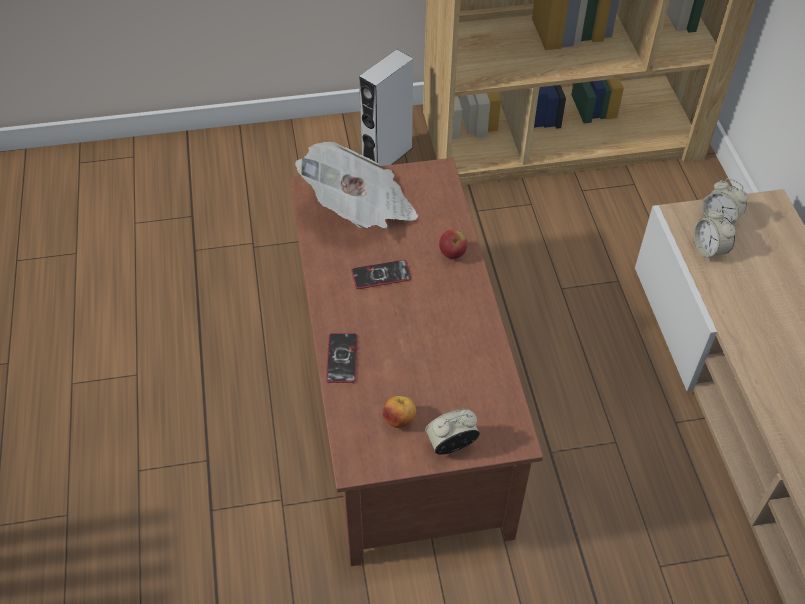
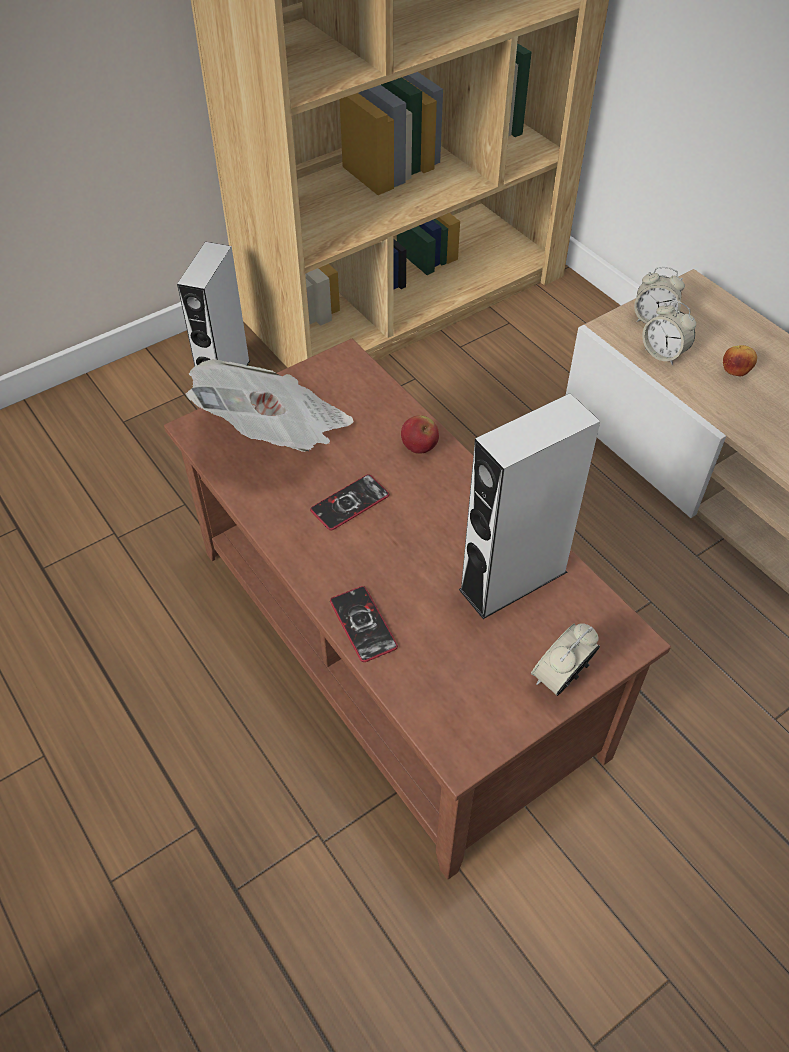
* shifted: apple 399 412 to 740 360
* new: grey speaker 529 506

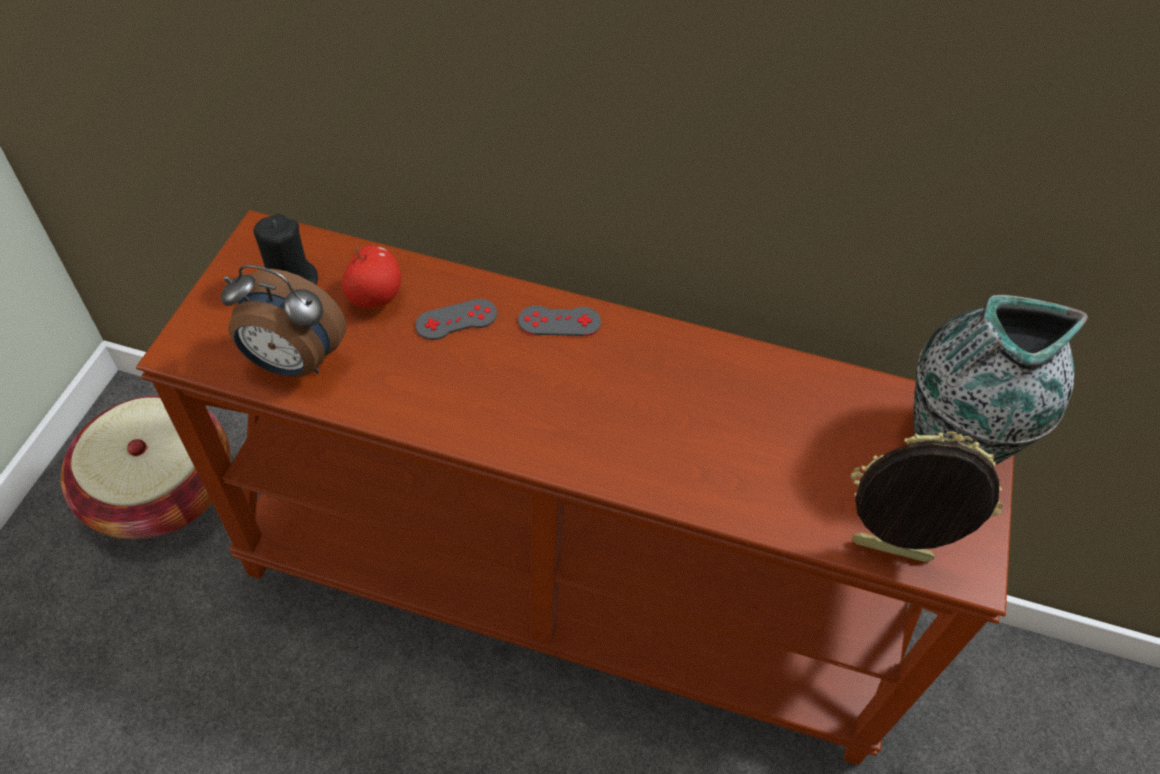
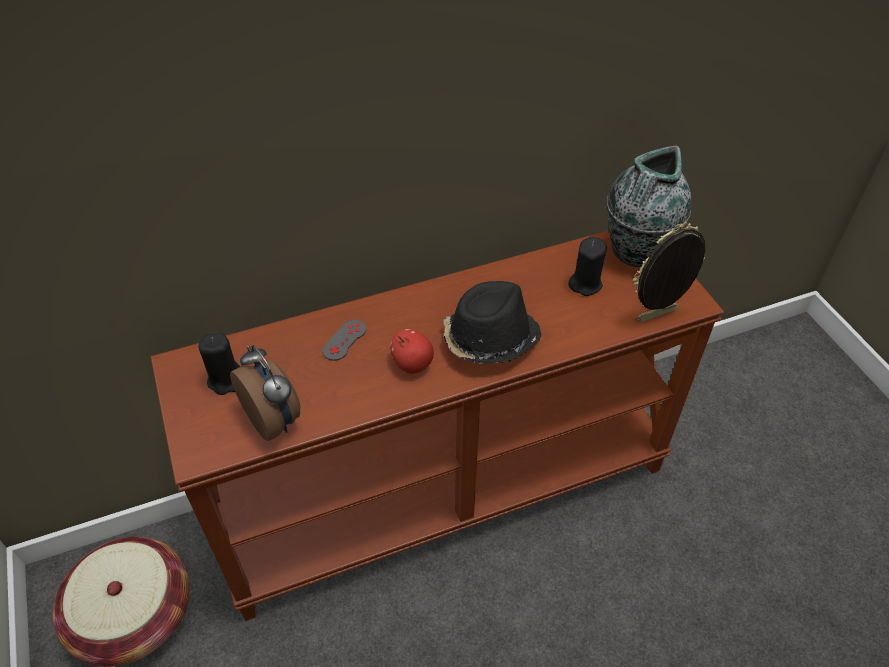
* rotated: alarm clock 283 320 = 265 393 105 degrees counterclockwise
* shifted: apple 371 277 to 412 351
* gone: grey game controller 559 321
* new: black hat 492 322
* new: black candle 587 266

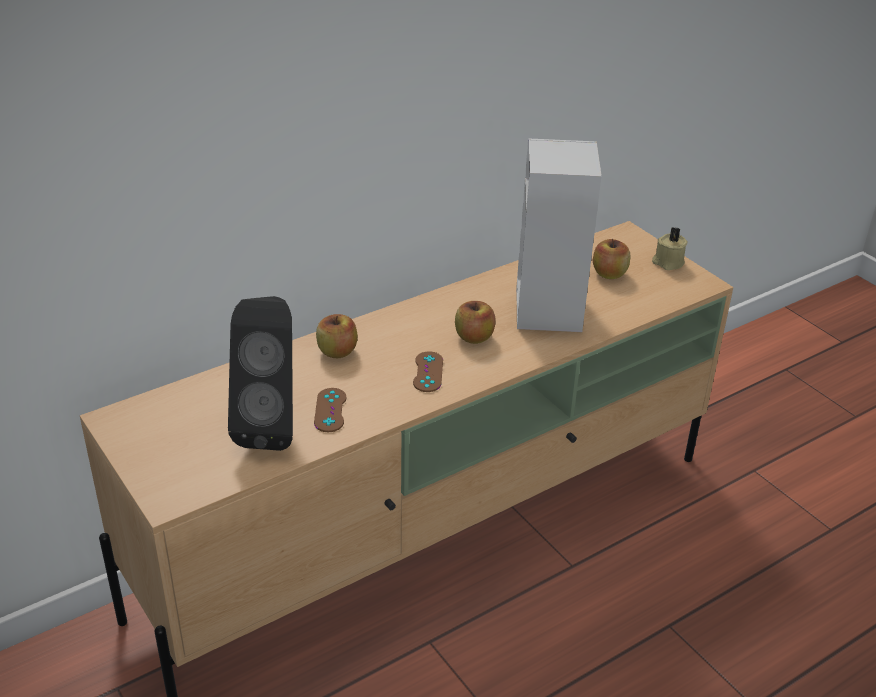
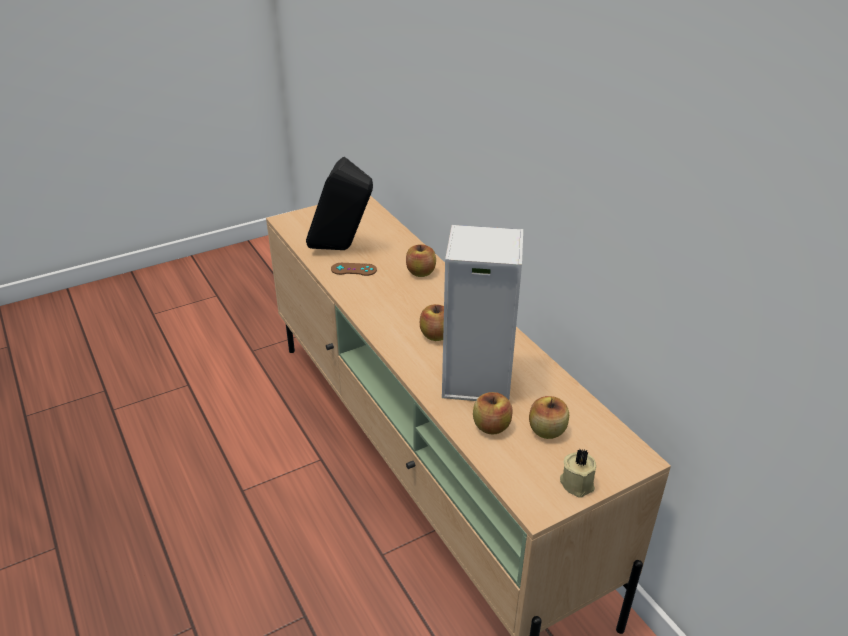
* gone: brown game controller 428 371
* new: apple 493 413

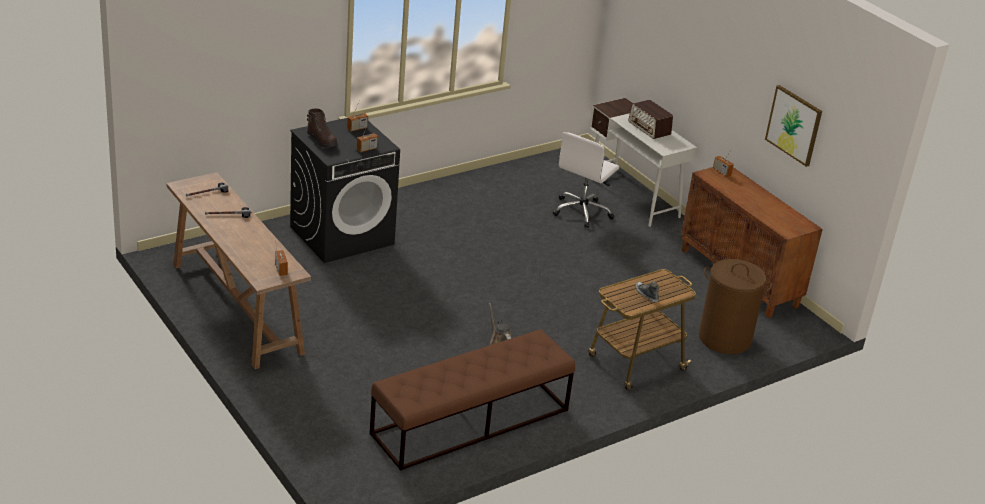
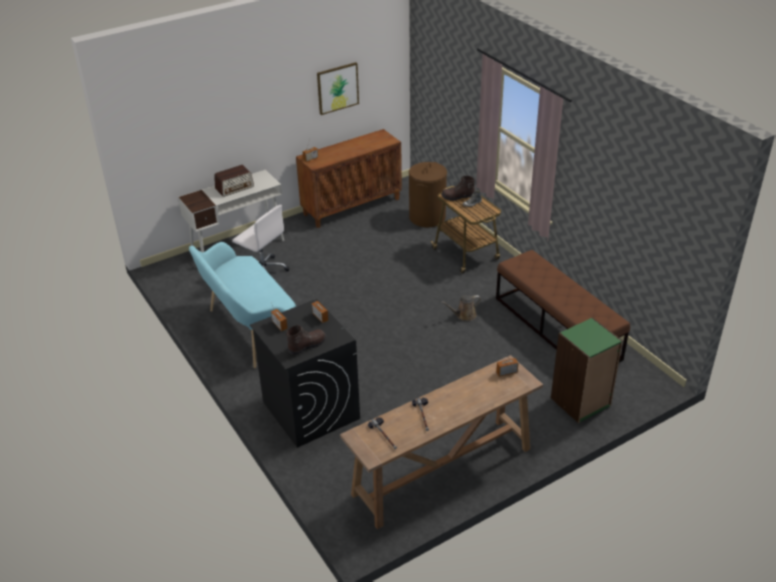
* new: turquoise bench 242 305
* new: brown boot 458 188
* new: green bookcase 587 370

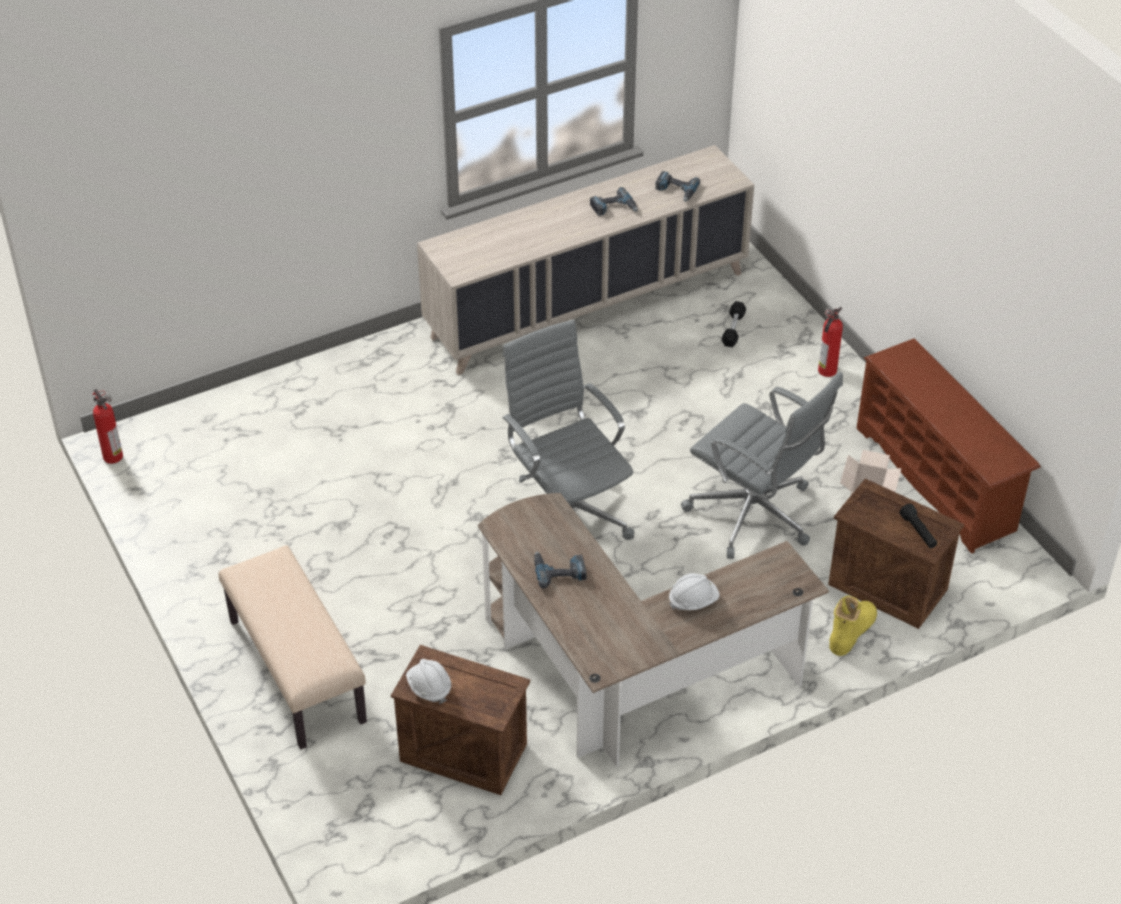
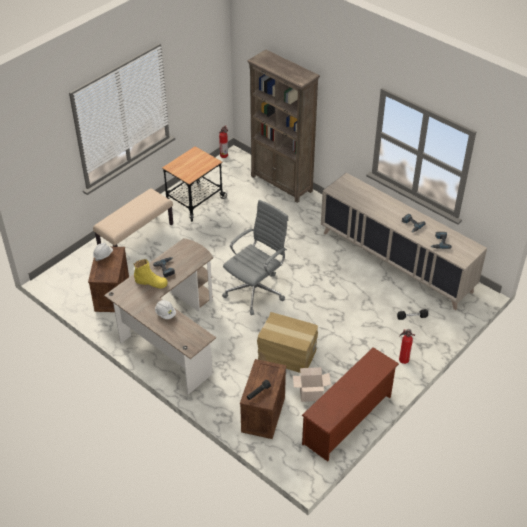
* swapped: grey office chair 762 465 to cardboard box 287 342
* shifted: yellow boot 853 625 to 150 274
* new: cart 194 184
* new: brown bookcase 283 126

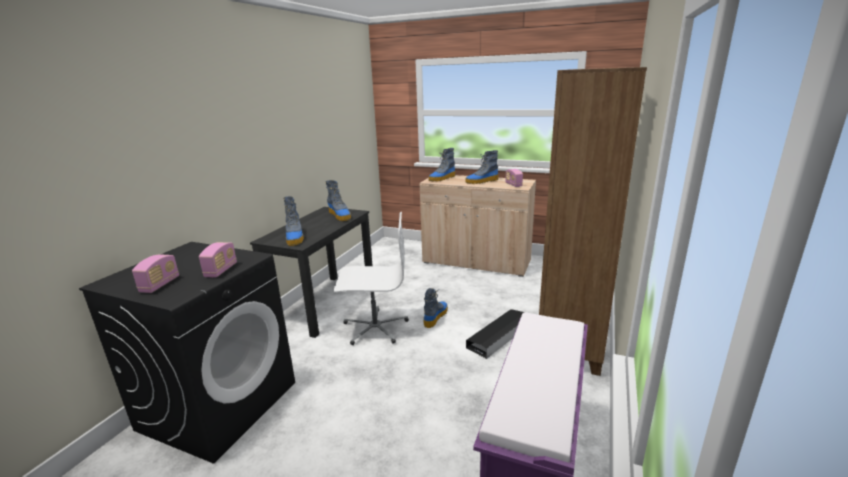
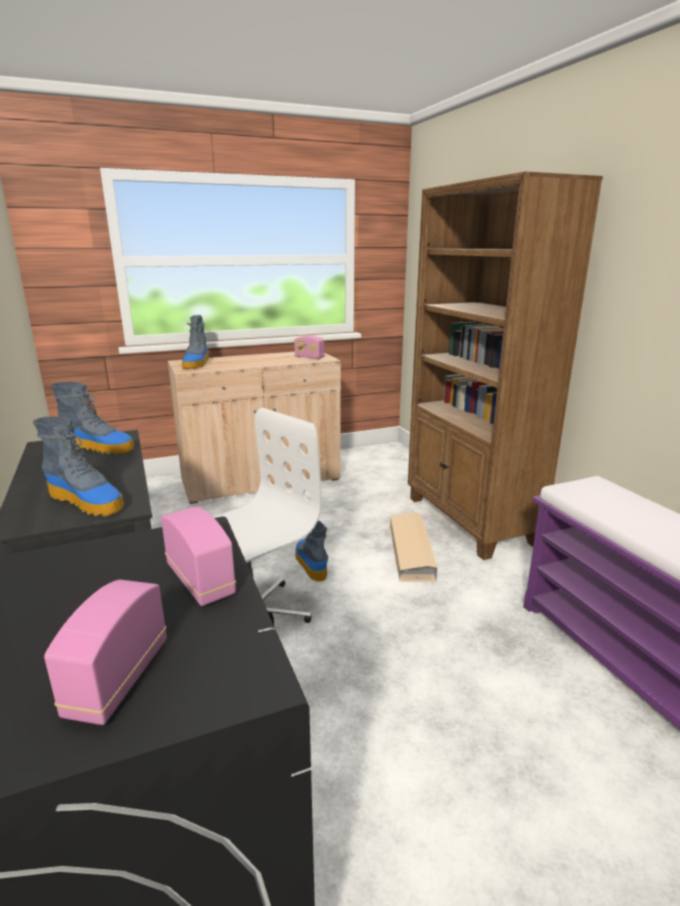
* rotated: radio 155 273 = 105 652 135 degrees counterclockwise
* gone: boot 482 167
* repainted: black storage box 495 334 to beige storage box 413 547

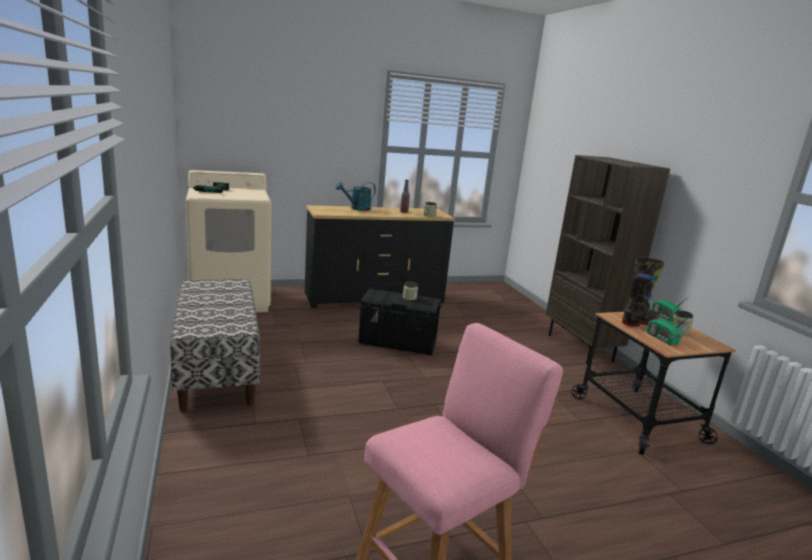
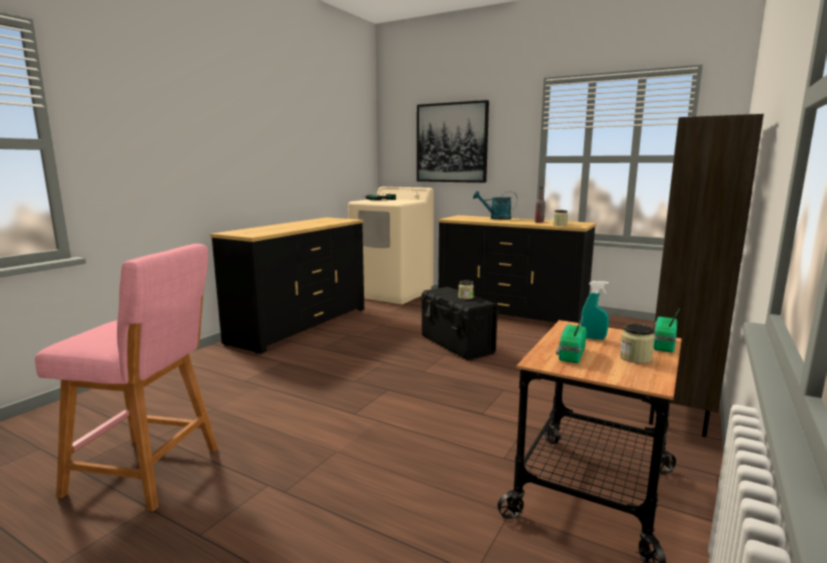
* swapped: bench 215 345 to black dresser 287 285
* swapped: black boot 643 292 to turquoise spray bottle 594 310
* new: picture 453 141

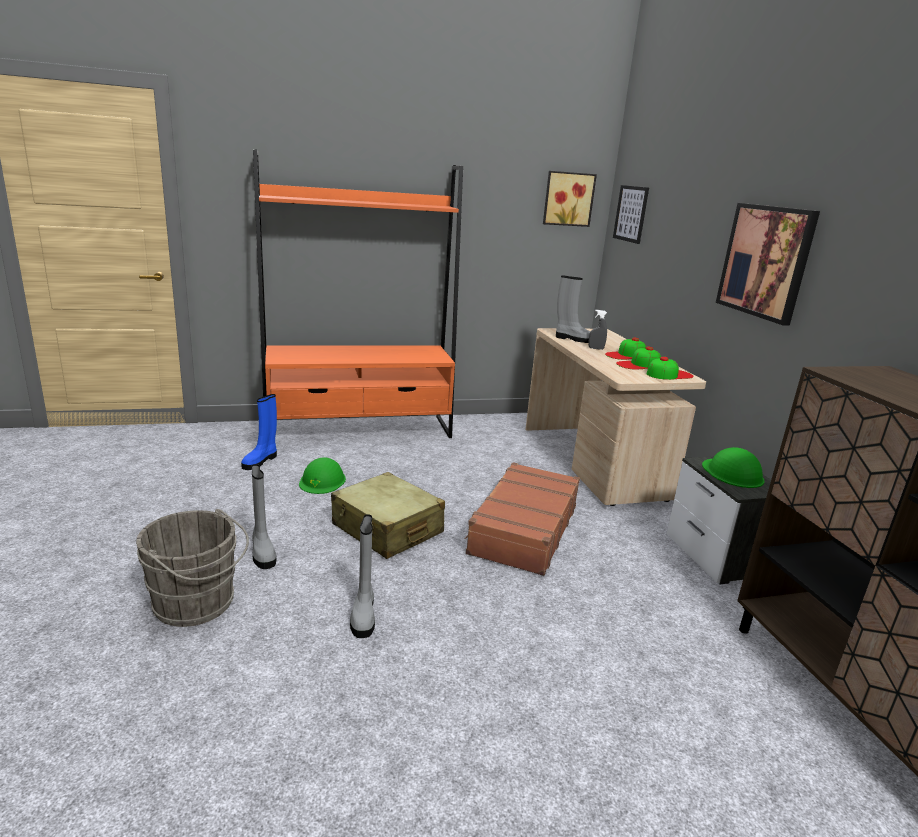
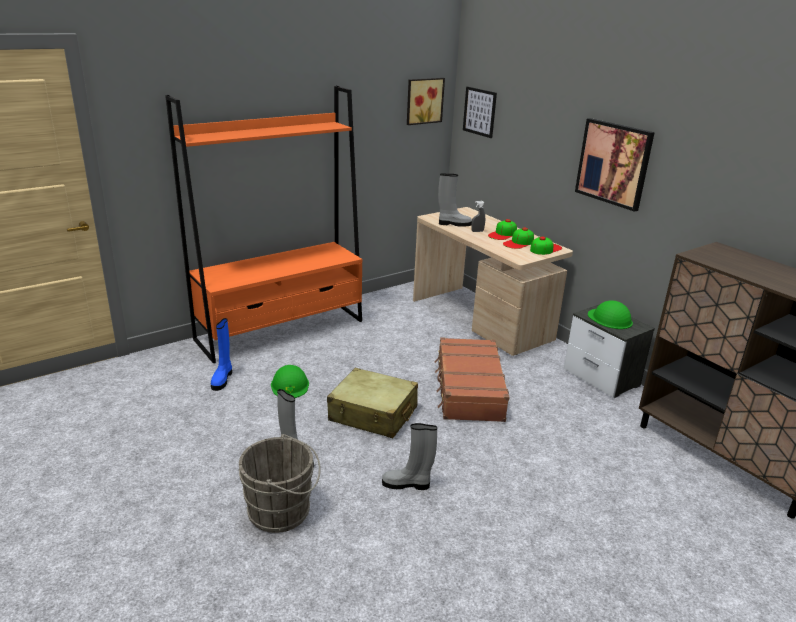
* rotated: grey boot 362 576 = 409 456 120 degrees clockwise

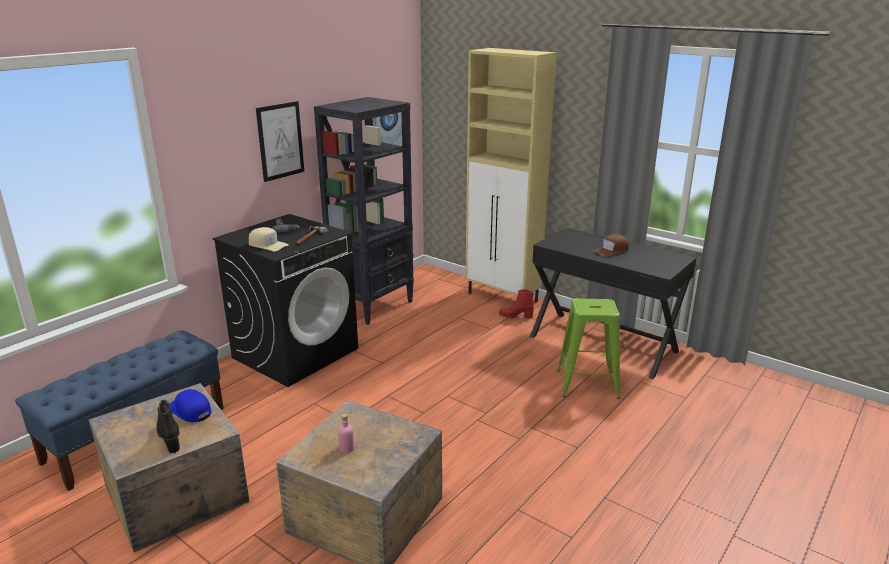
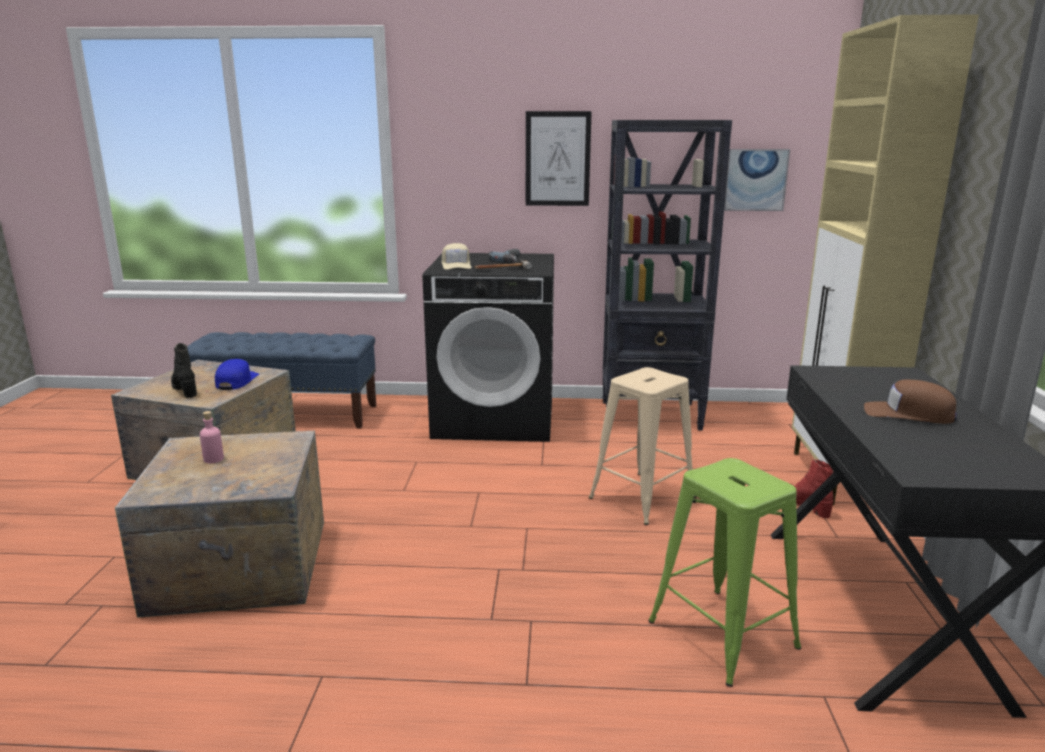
* rotated: black boot 168 426 = 184 370 60 degrees counterclockwise
* new: beige stool 642 446

